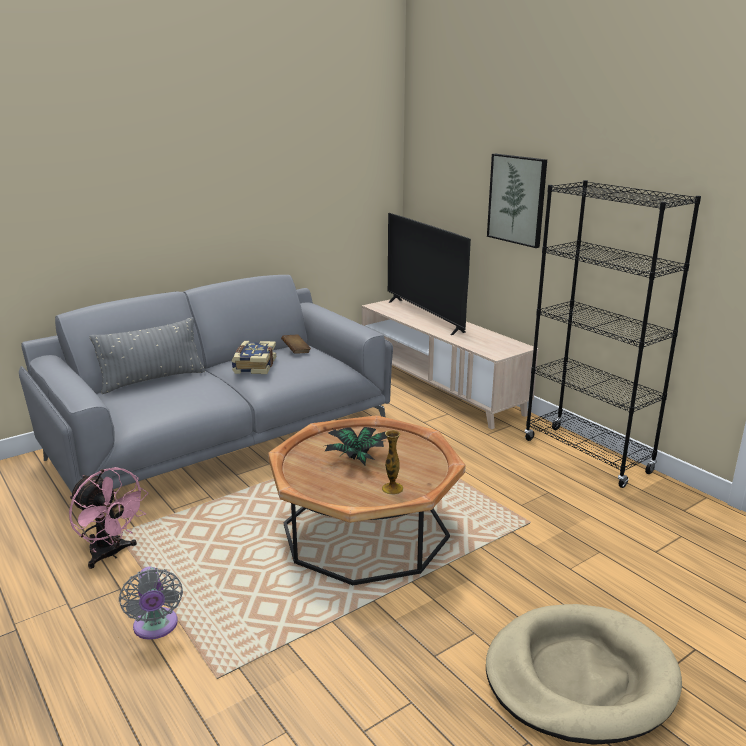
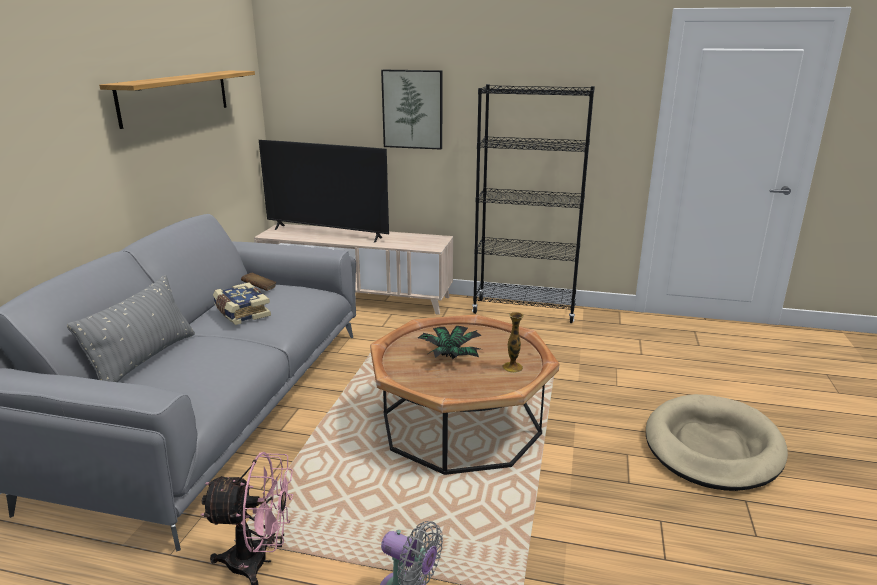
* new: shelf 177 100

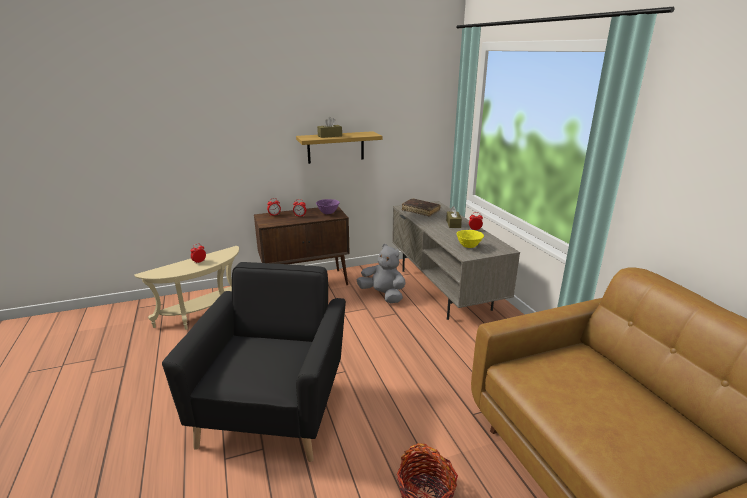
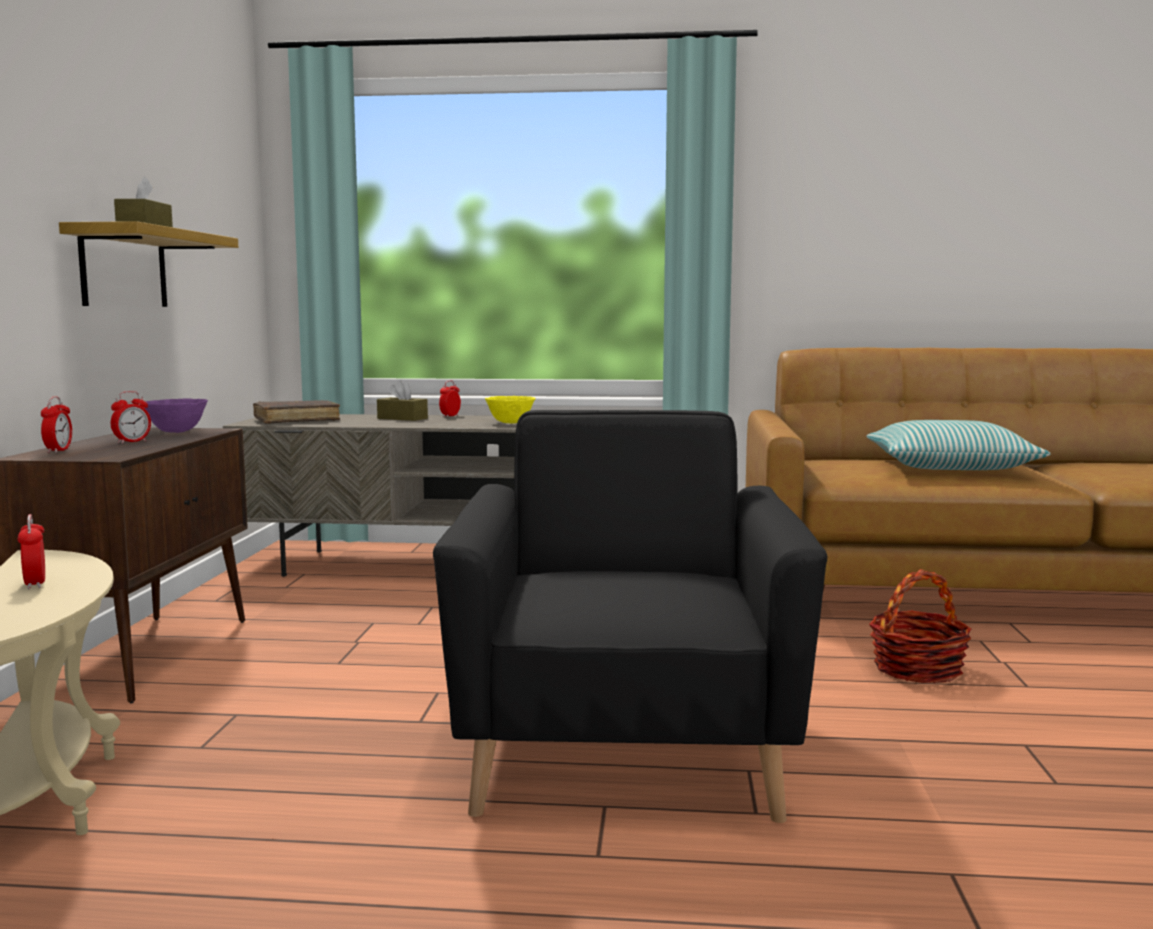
* rotated: black armchair 254 362 = 630 616 60 degrees clockwise
* gone: grey plush toy 381 273
* new: pillow 958 445

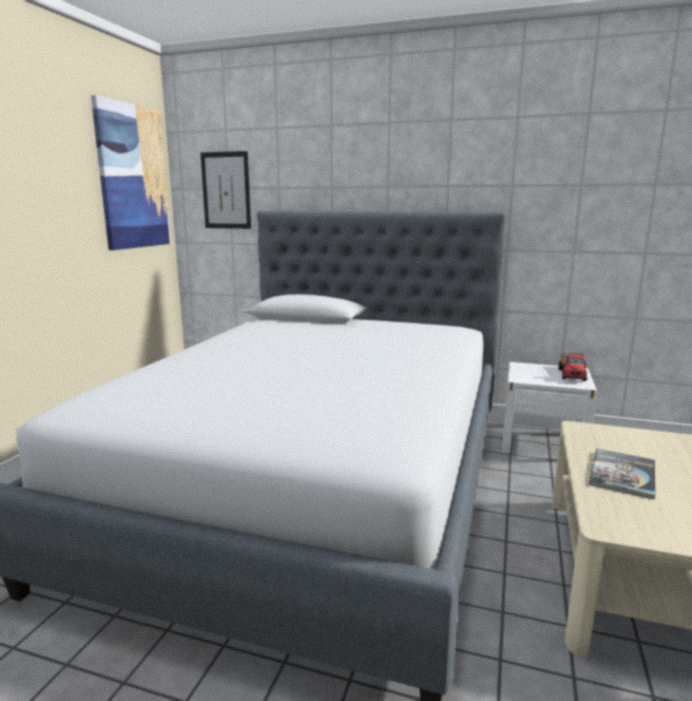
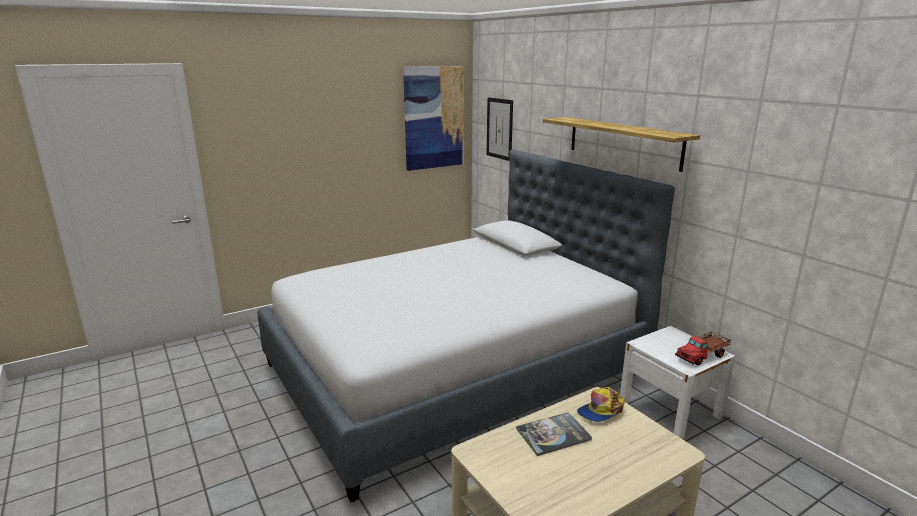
* new: shelf 621 144
* new: cap 601 404

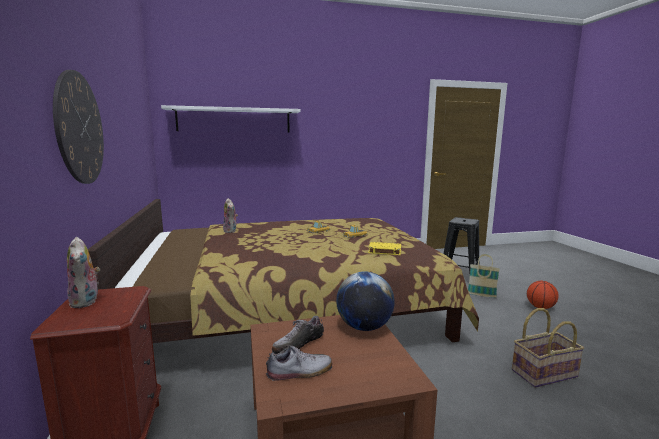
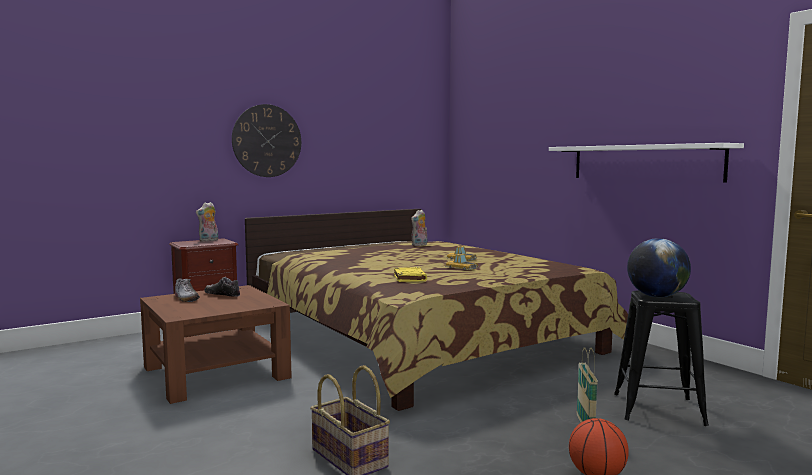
* shifted: white shelf 230 119 to 646 162
* shifted: globe 365 301 to 659 267

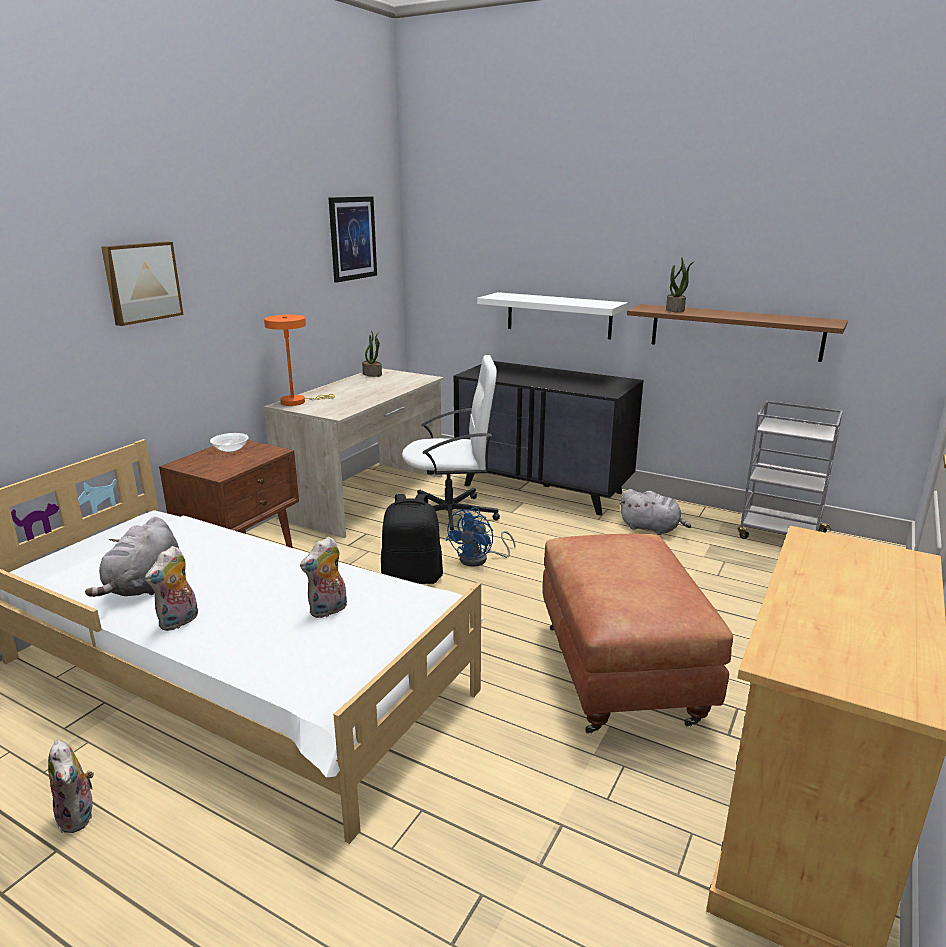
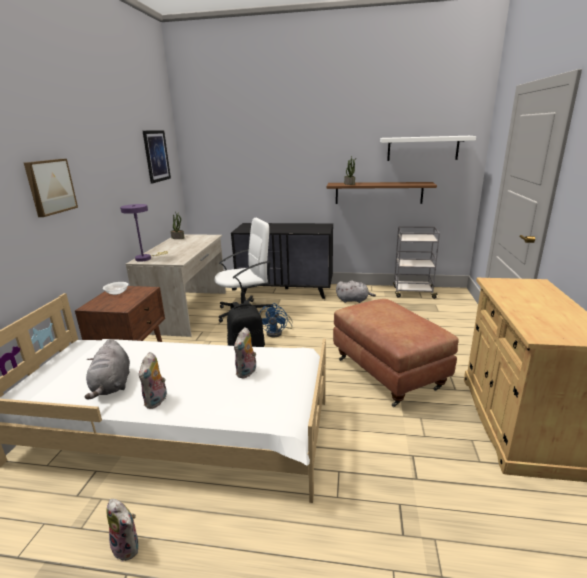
* repainted: orange table lamp 299 360 to purple table lamp 144 233
* shifted: white shelf 552 316 to 428 148

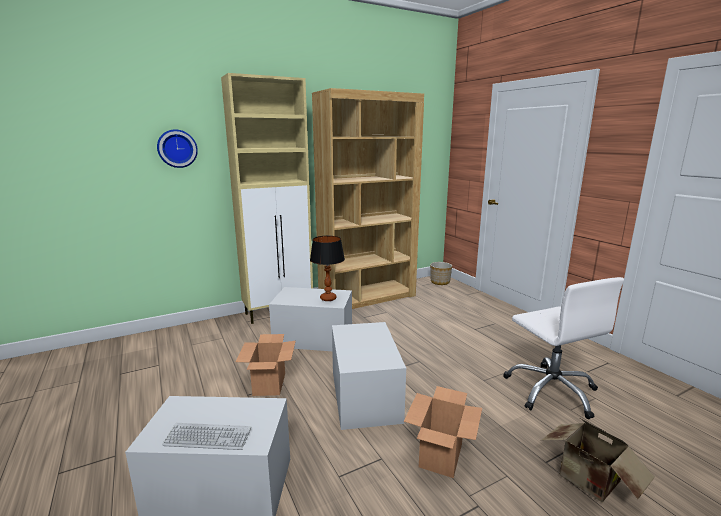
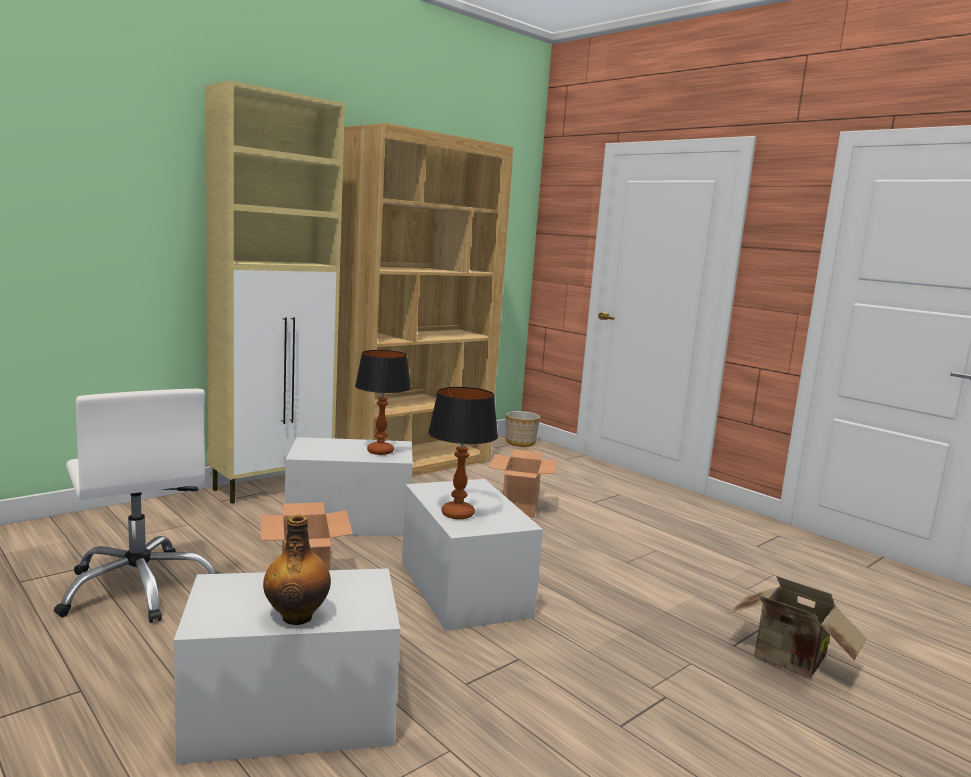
* gone: wall clock 177 148
* swapped: keyboard 206 436 to bottle 297 570
* shifted: cardboard box 443 432 to 523 483
* shifted: white office chair 563 348 to 137 506
* new: table lamp 463 453

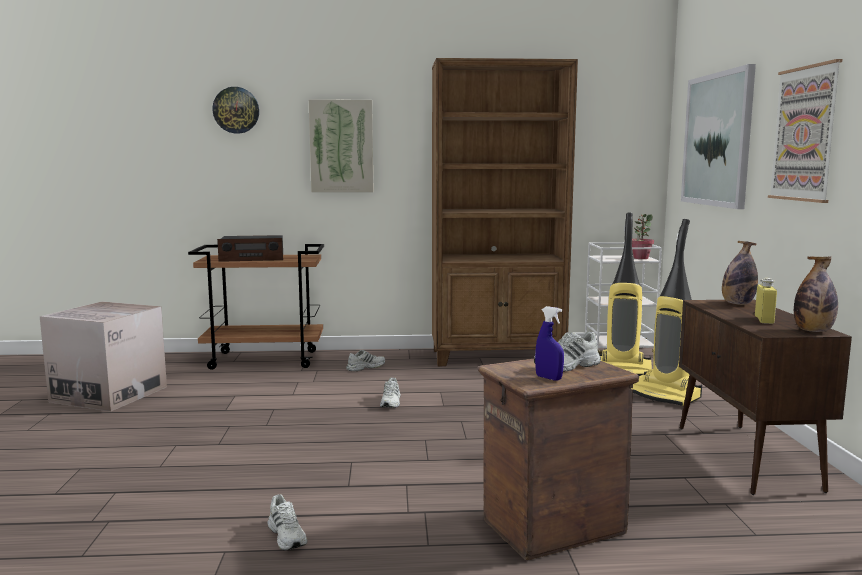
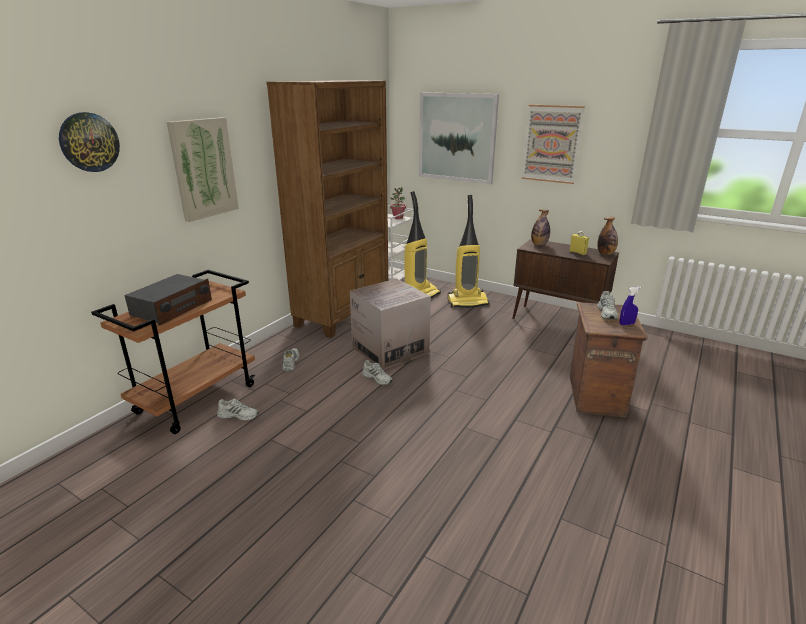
* shifted: cardboard box 103 356 to 390 324
* shifted: white shoe 287 522 to 238 410

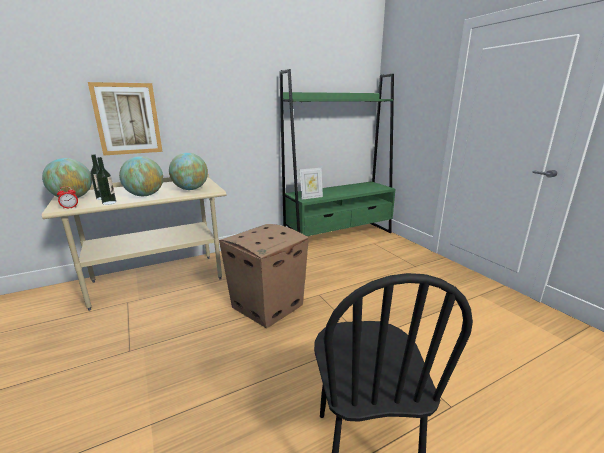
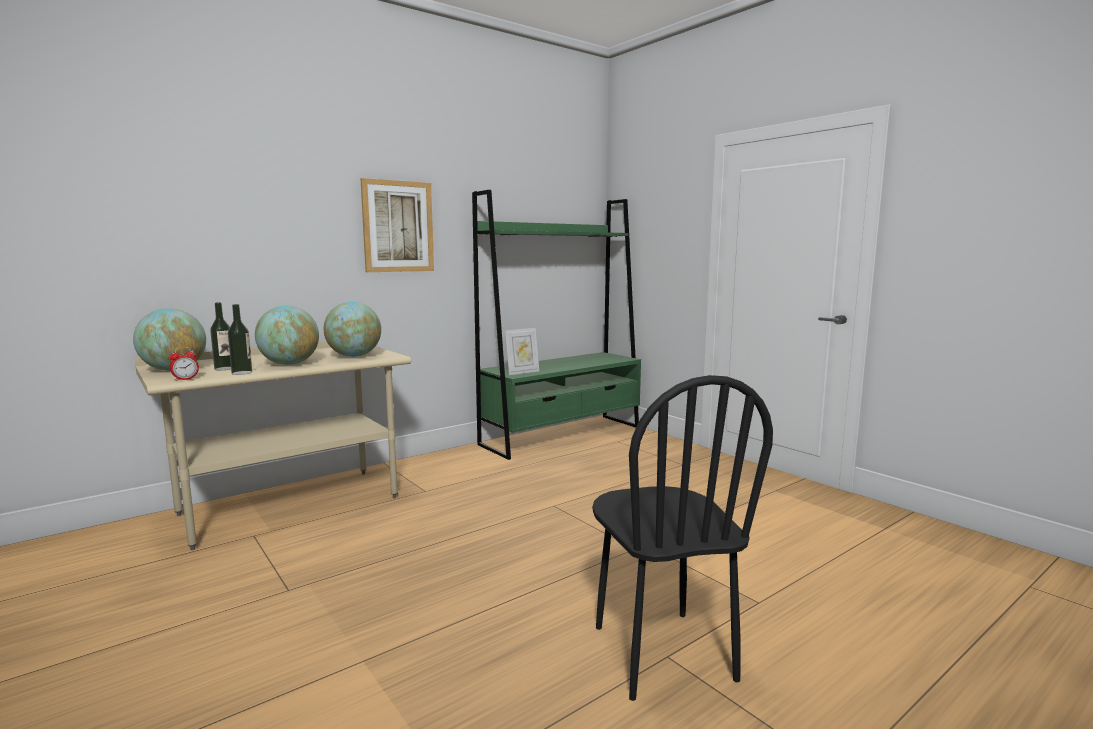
* shifted: picture 125 119 to 397 225
* gone: cardboard box 264 276

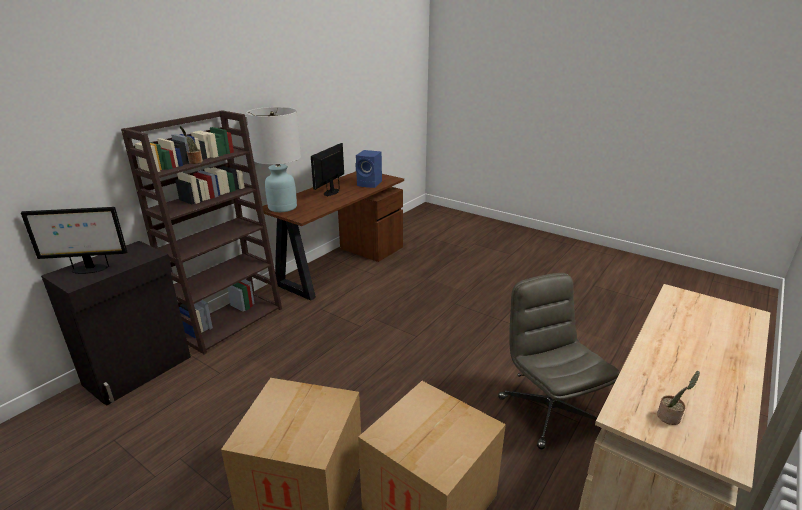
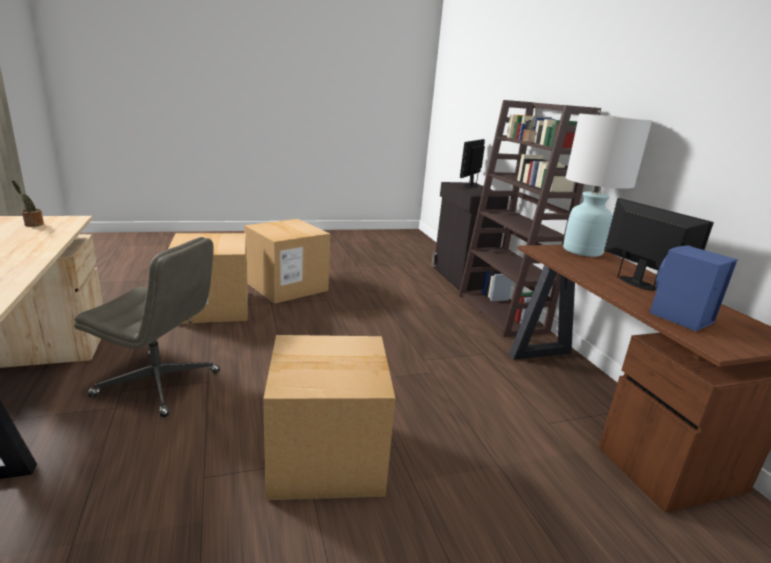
* new: cardboard box 329 417

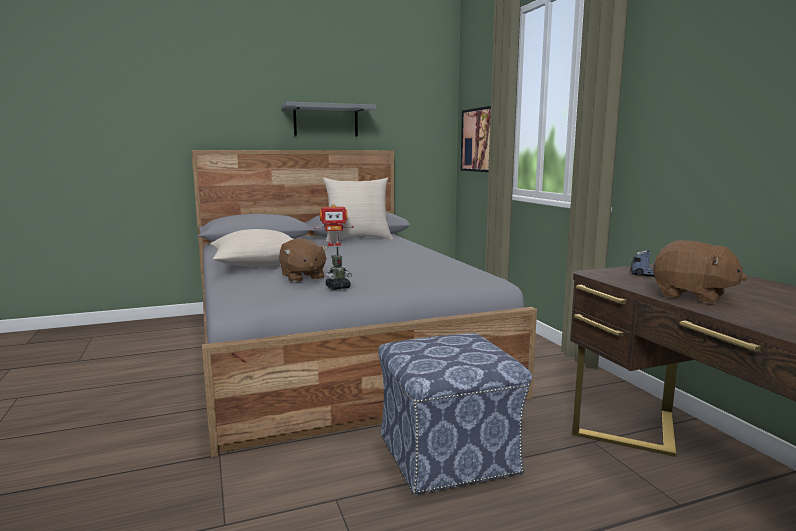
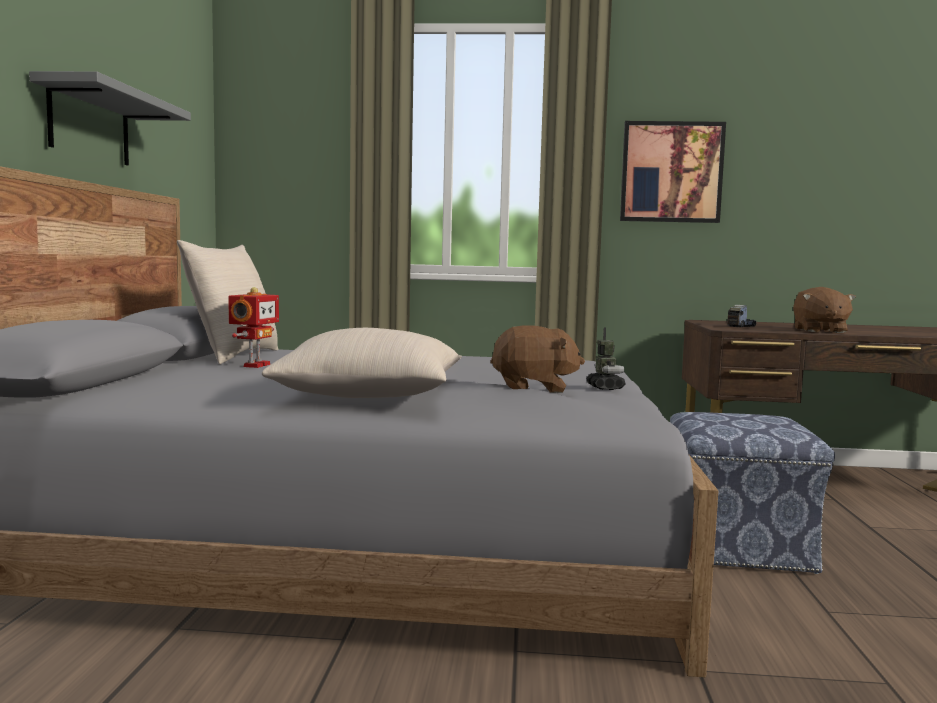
* shifted: picture 476 139 to 673 172
* rotated: brown plush toy 700 272 = 824 310 120 degrees clockwise

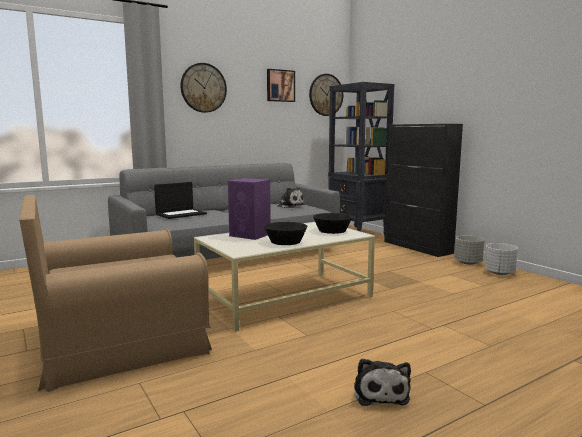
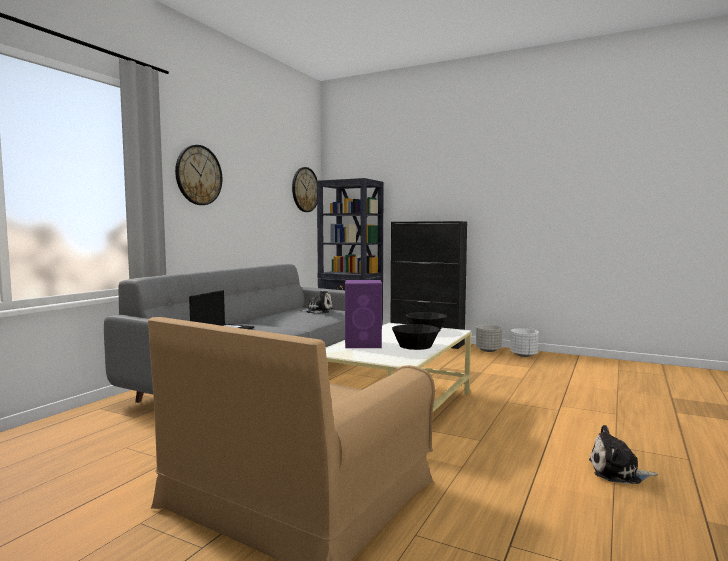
* gone: picture 281 85
* rotated: plush toy 382 382 = 623 454 135 degrees clockwise

